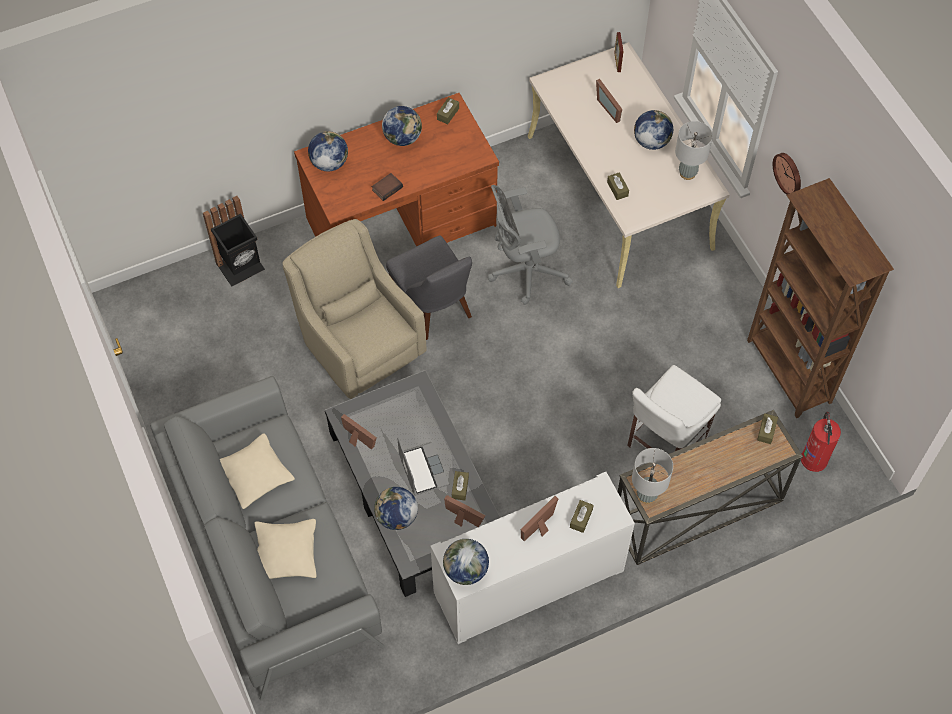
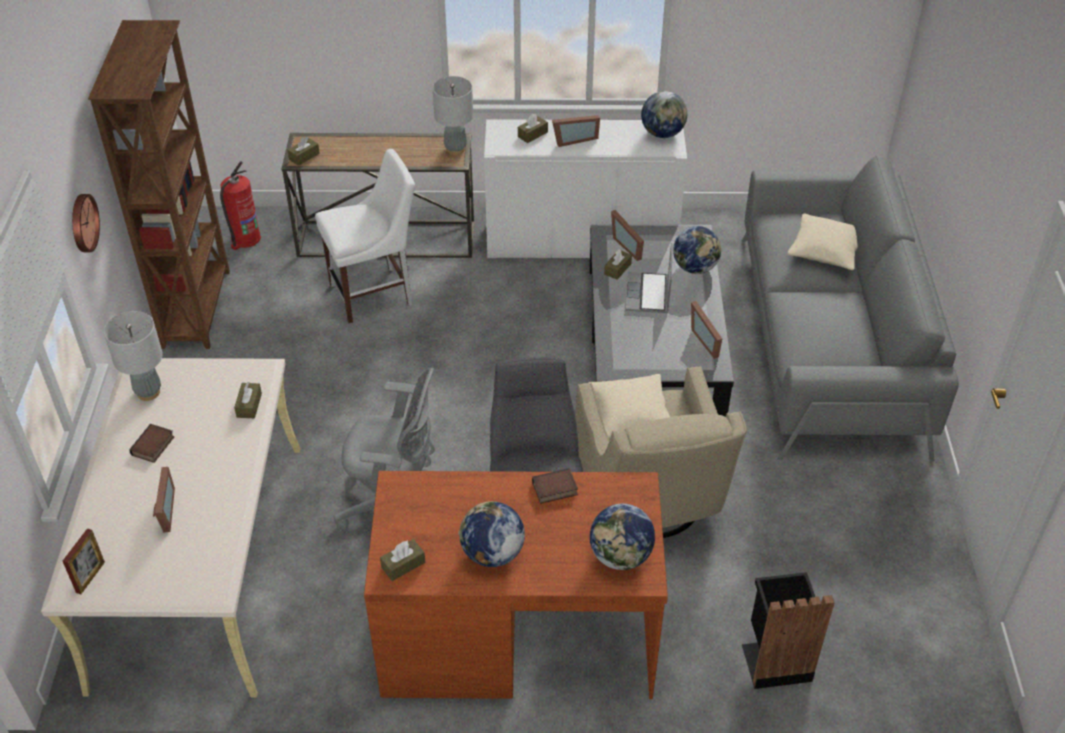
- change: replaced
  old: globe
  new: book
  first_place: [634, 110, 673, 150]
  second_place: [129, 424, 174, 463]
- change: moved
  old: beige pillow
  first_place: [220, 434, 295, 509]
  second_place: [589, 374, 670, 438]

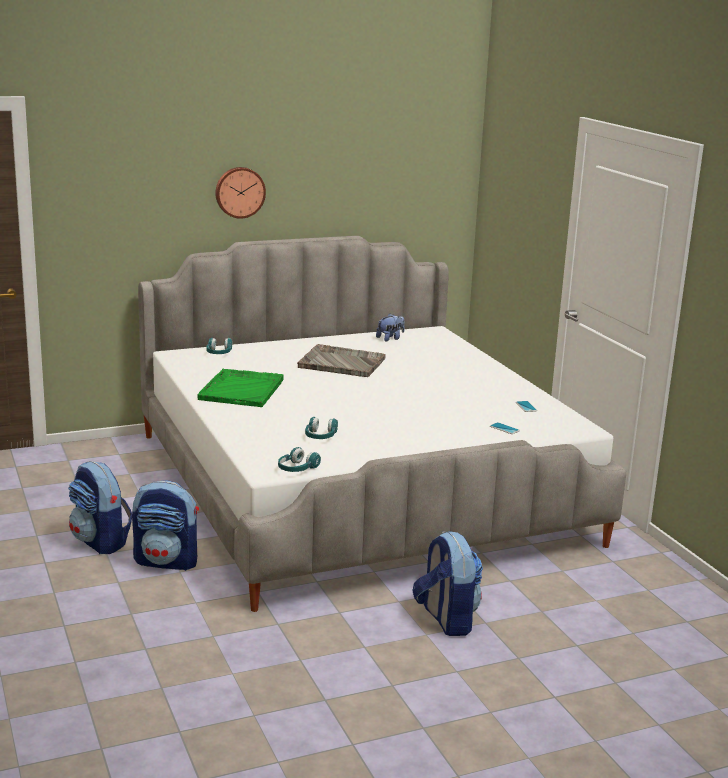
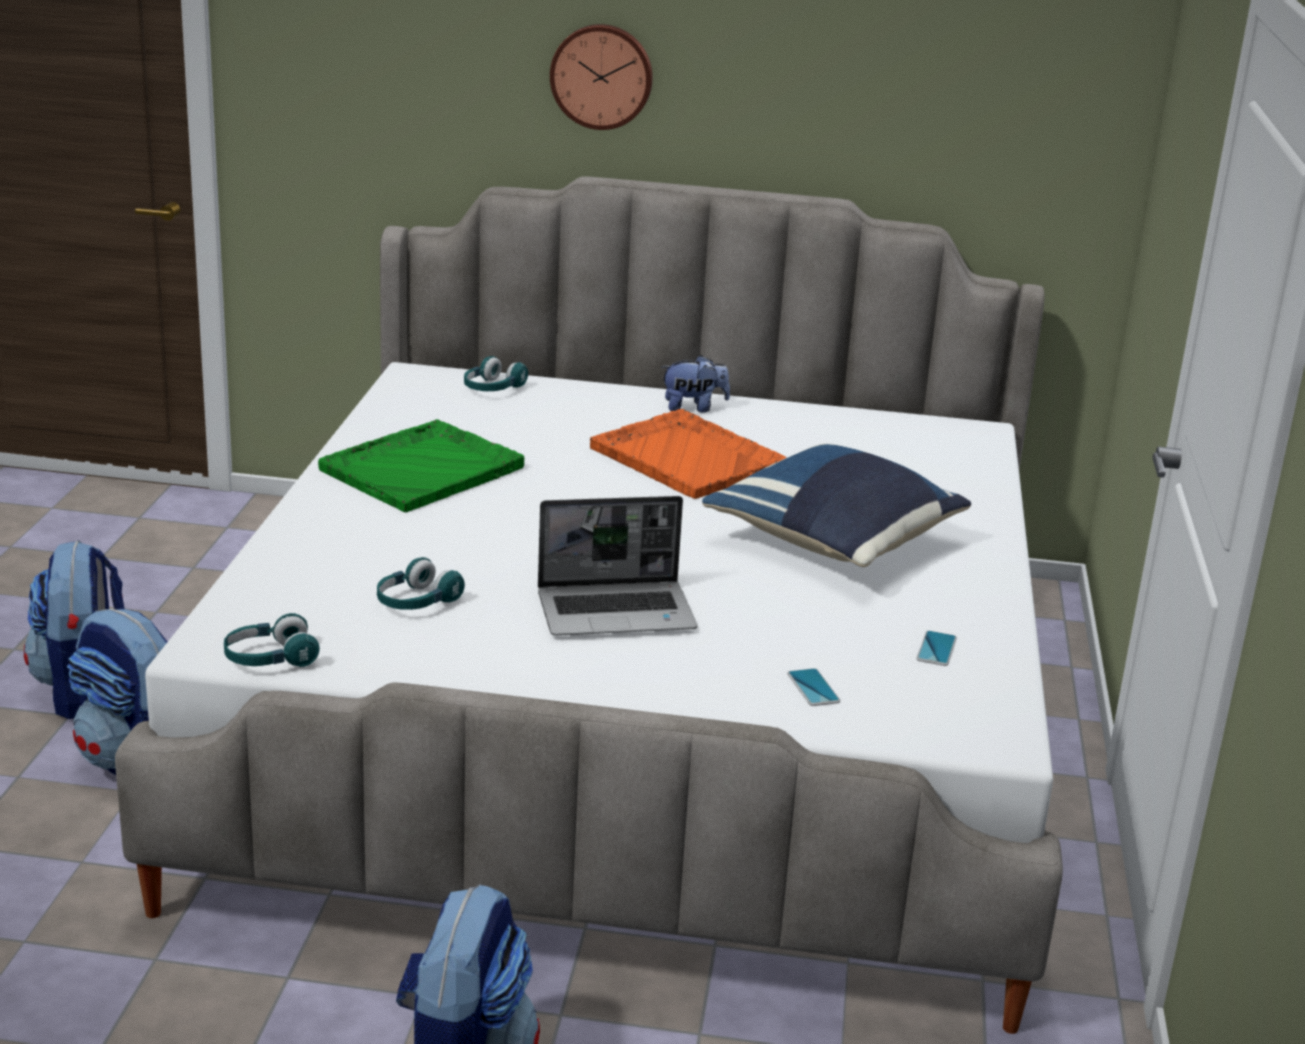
- change: moved
  old: plush toy
  first_place: [376, 314, 405, 341]
  second_place: [661, 355, 730, 412]
- change: recoloured
  old: grey tray
  new: orange tray
  first_place: [297, 344, 386, 377]
  second_place: [590, 409, 787, 499]
- change: added
  new: blue pillow
  second_place: [702, 444, 971, 567]
- change: added
  new: laptop
  second_place: [538, 496, 697, 636]

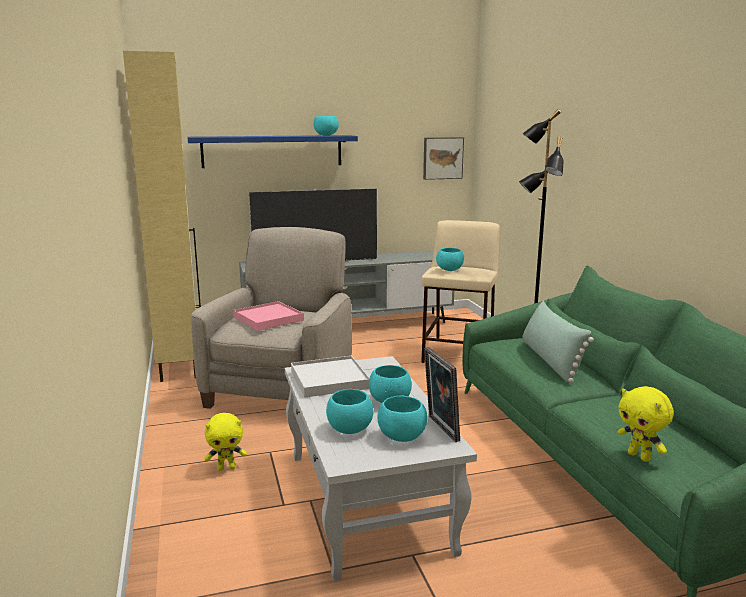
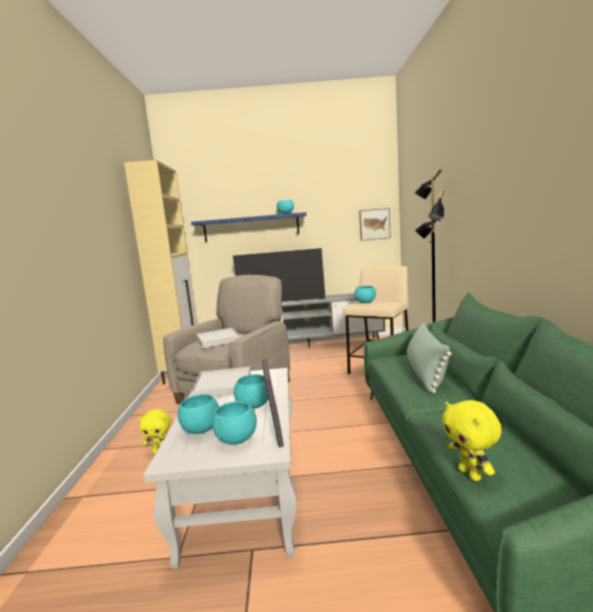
- change: recoloured
  old: pink tray
  new: white tray
  first_place: [233, 301, 304, 331]
  second_place: [196, 328, 241, 348]

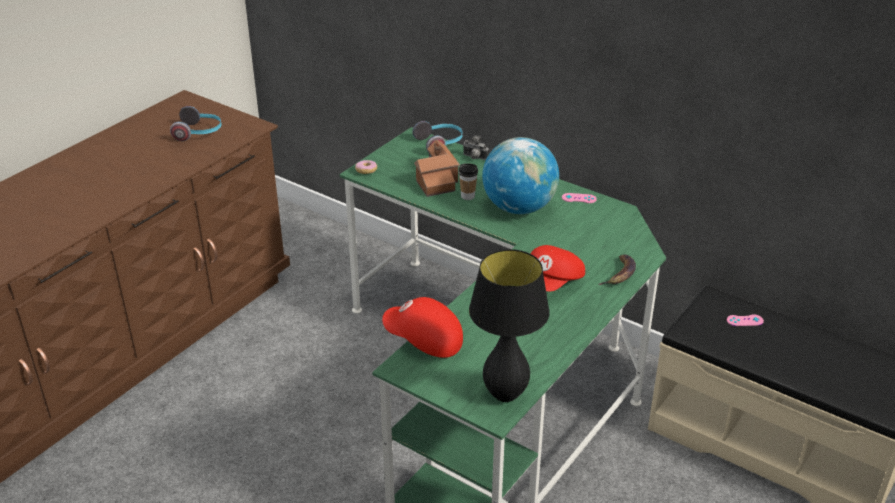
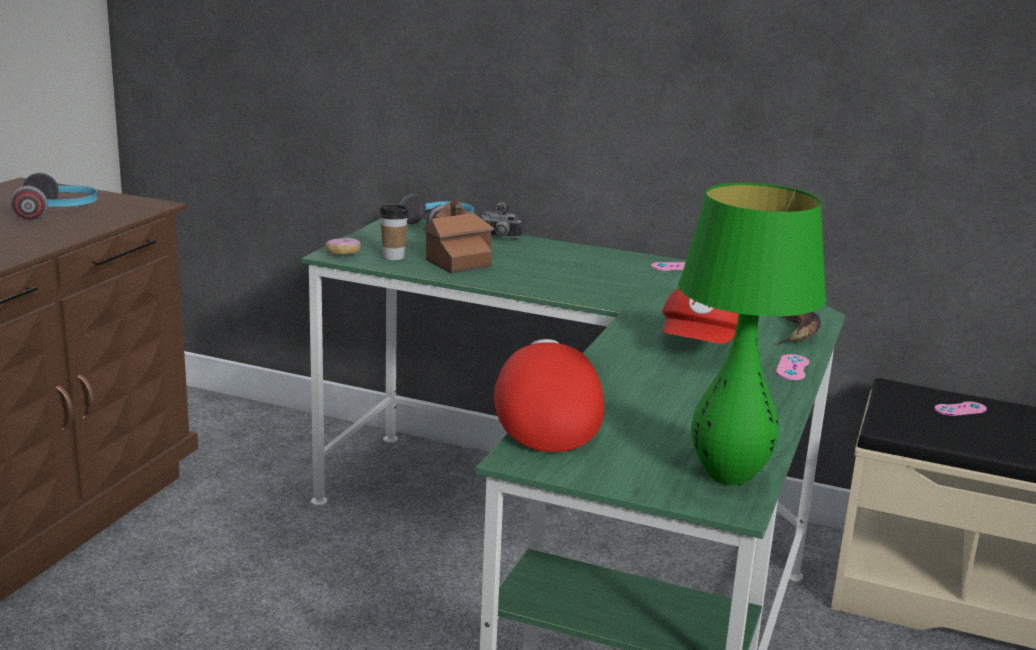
- change: removed
  old: globe
  first_place: [482, 137, 559, 214]
- change: moved
  old: cup
  first_place: [459, 163, 478, 200]
  second_place: [379, 205, 409, 260]
- change: recoloured
  old: black table lamp
  new: green table lamp
  first_place: [469, 249, 550, 402]
  second_place: [678, 183, 826, 485]
- change: turned
  old: red cap
  first_place: [382, 297, 463, 358]
  second_place: [494, 339, 604, 452]
  degrees: 75
- change: added
  new: pink game controller
  second_place: [776, 354, 809, 380]

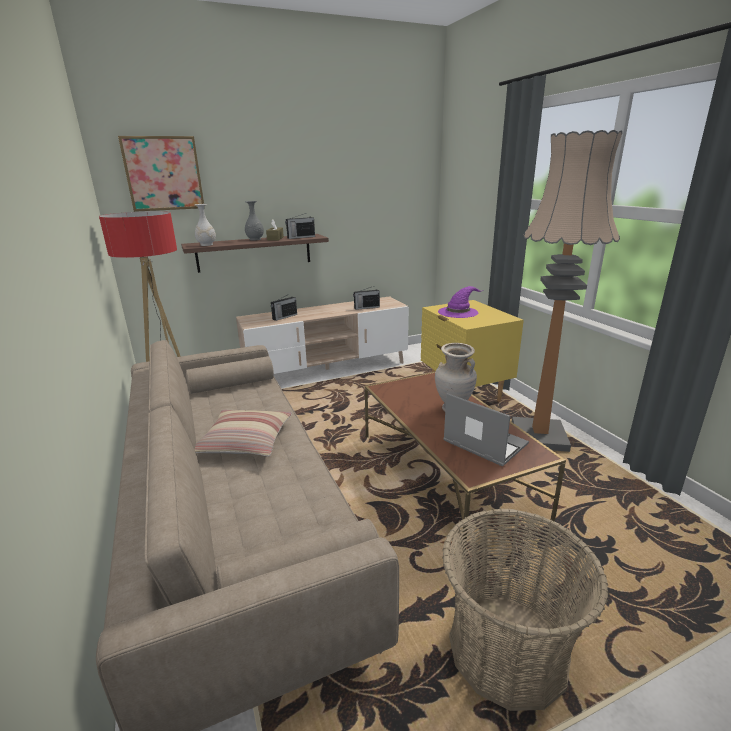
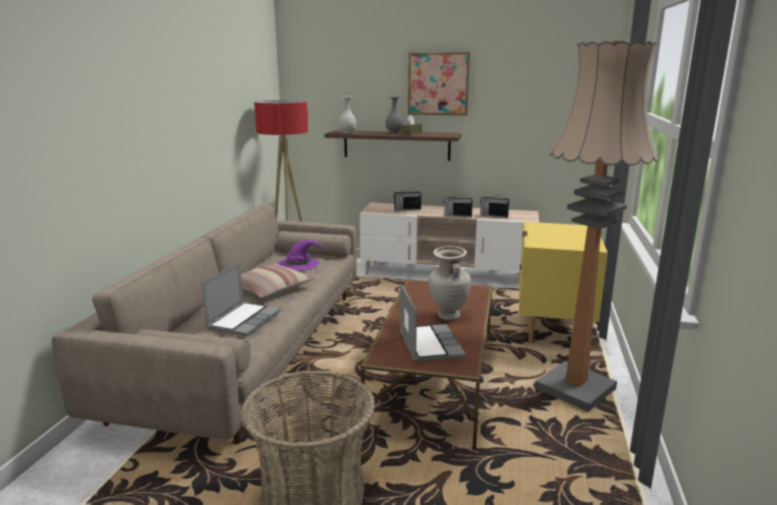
- change: moved
  old: picture
  first_place: [118, 136, 205, 212]
  second_place: [408, 52, 470, 116]
- change: moved
  old: radio
  first_place: [285, 213, 315, 239]
  second_place: [444, 194, 473, 218]
- change: moved
  old: purple hat
  first_place: [438, 286, 483, 318]
  second_place: [277, 239, 325, 271]
- change: added
  new: laptop
  second_place: [201, 262, 280, 336]

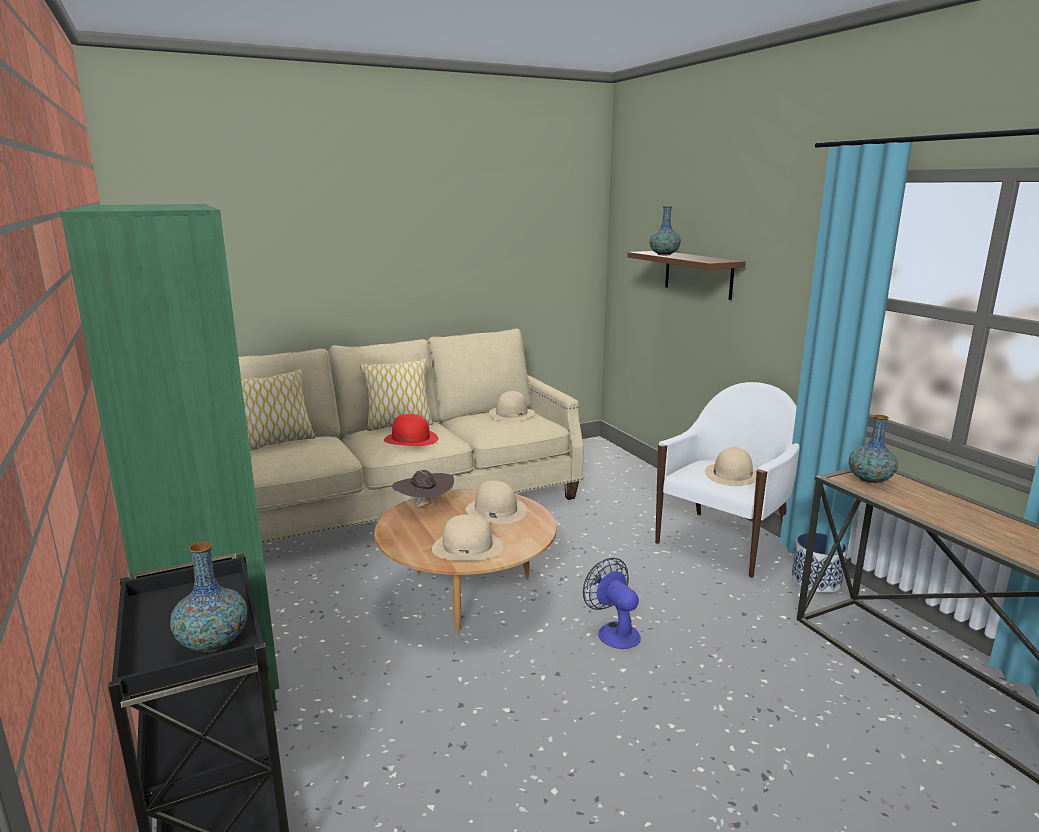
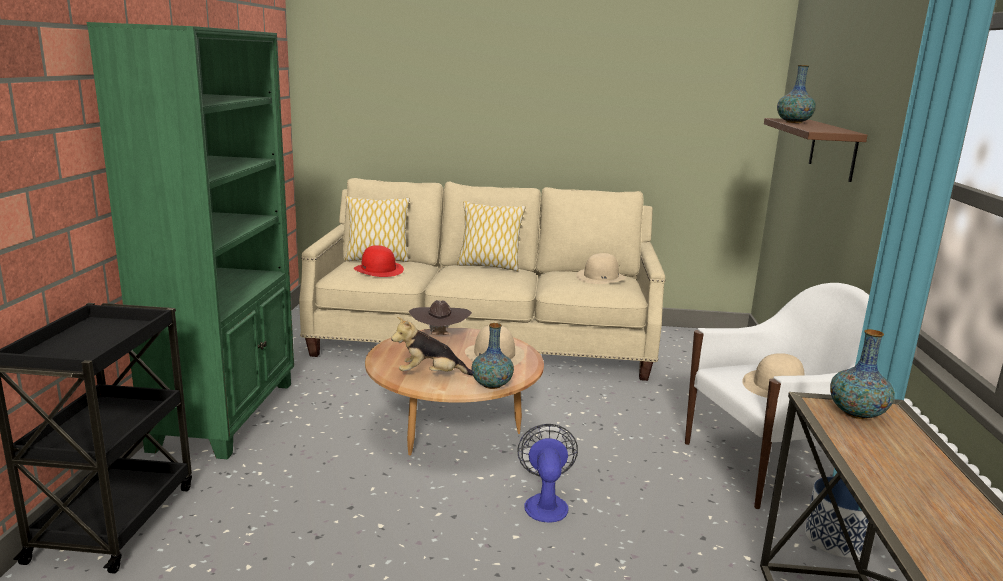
- change: moved
  old: red hat
  first_place: [384, 414, 438, 446]
  second_place: [353, 245, 404, 277]
- change: replaced
  old: beige hat
  new: plush toy
  first_place: [432, 514, 503, 561]
  second_place: [391, 317, 473, 376]
- change: moved
  old: vase
  first_place: [170, 542, 247, 652]
  second_place: [471, 323, 514, 389]

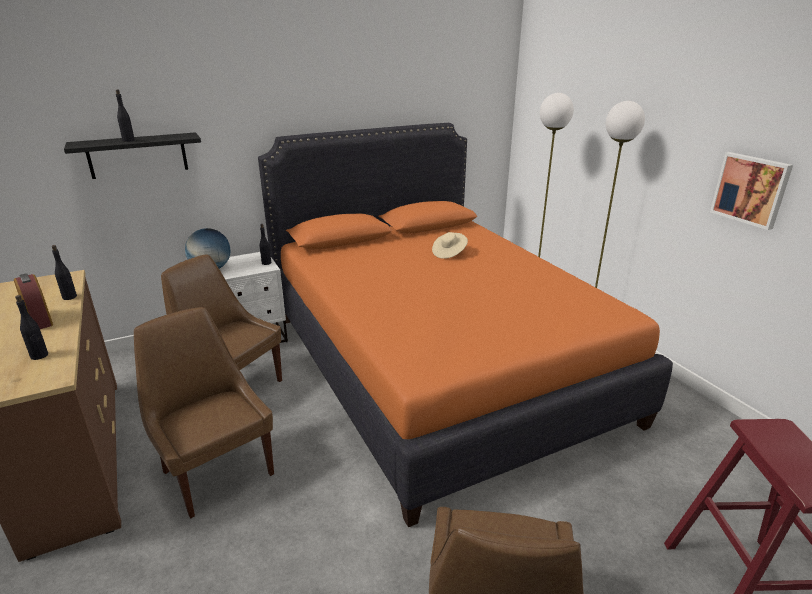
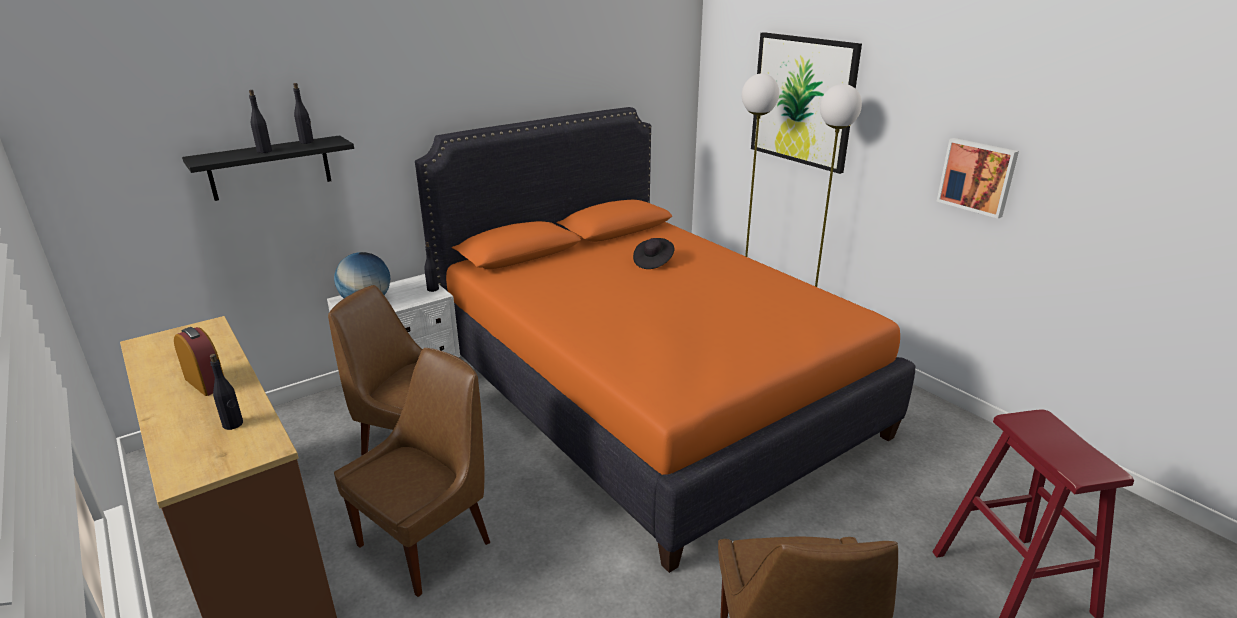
- change: recoloured
  old: beige hat
  new: black hat
  first_place: [432, 232, 468, 259]
  second_place: [633, 238, 674, 269]
- change: moved
  old: black bottle
  first_place: [52, 245, 77, 300]
  second_place: [293, 83, 314, 144]
- change: turned
  old: brown chair
  first_place: [134, 307, 274, 519]
  second_place: [334, 348, 490, 597]
  degrees: 90
- change: added
  new: picture
  second_place: [751, 32, 862, 174]

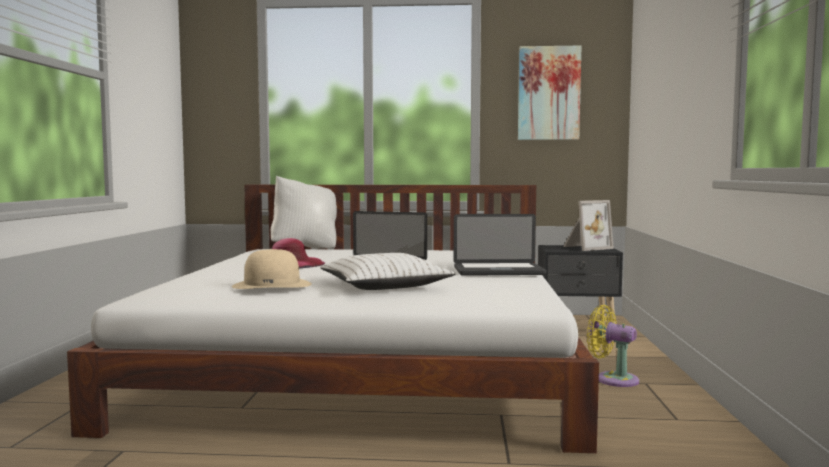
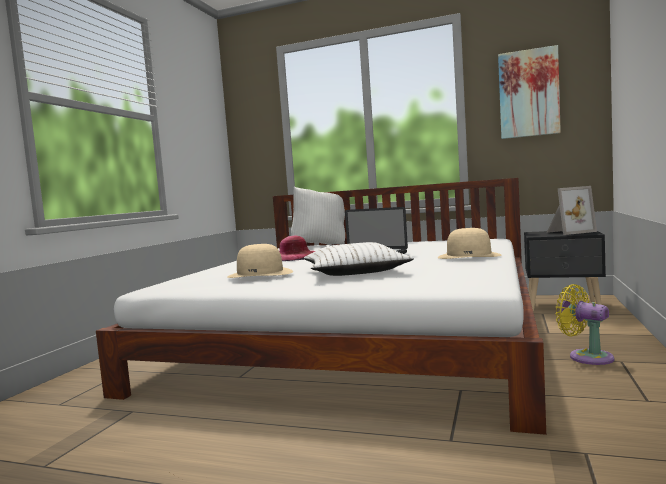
- change: replaced
  old: laptop
  new: beige hat
  first_place: [454, 214, 546, 276]
  second_place: [438, 228, 501, 259]

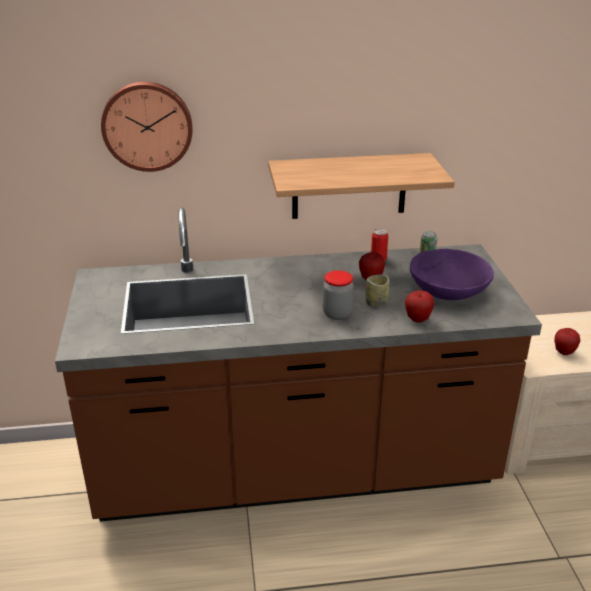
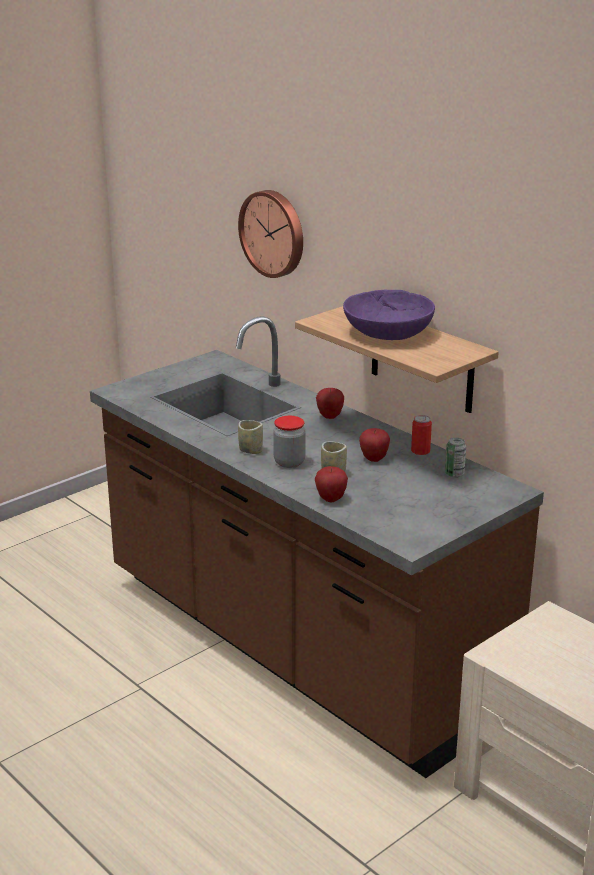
- change: moved
  old: purple bowl
  first_place: [410, 249, 494, 300]
  second_place: [343, 290, 435, 340]
- change: moved
  old: apple
  first_place: [554, 328, 581, 355]
  second_place: [316, 388, 344, 419]
- change: added
  new: cup
  second_place: [238, 420, 263, 454]

